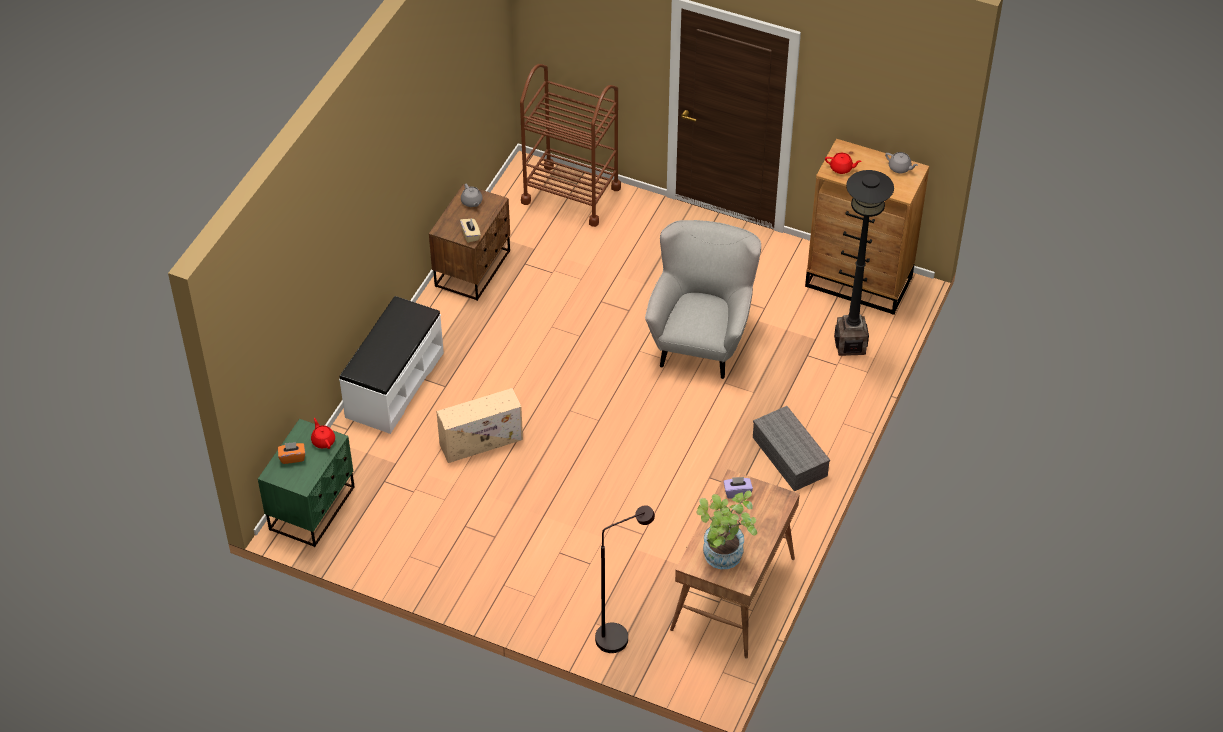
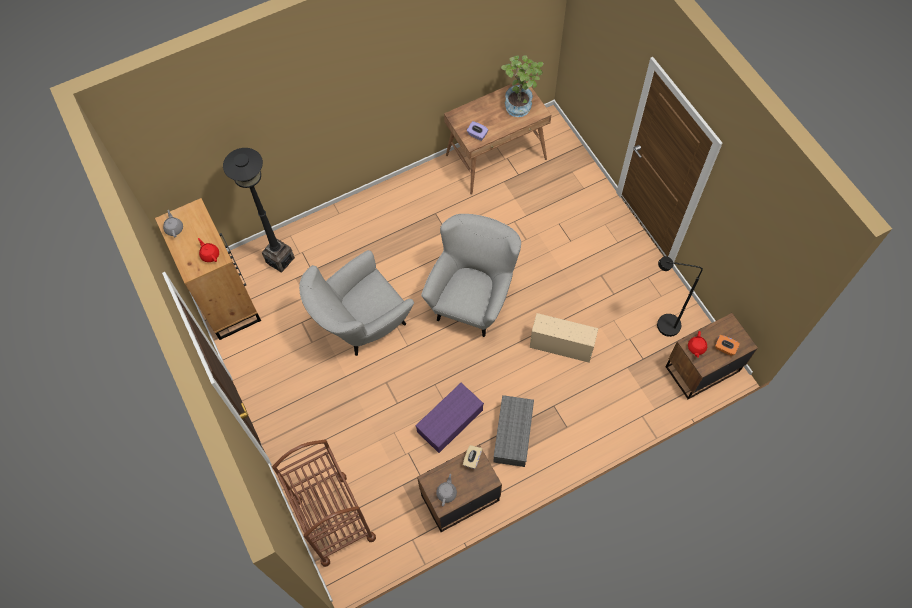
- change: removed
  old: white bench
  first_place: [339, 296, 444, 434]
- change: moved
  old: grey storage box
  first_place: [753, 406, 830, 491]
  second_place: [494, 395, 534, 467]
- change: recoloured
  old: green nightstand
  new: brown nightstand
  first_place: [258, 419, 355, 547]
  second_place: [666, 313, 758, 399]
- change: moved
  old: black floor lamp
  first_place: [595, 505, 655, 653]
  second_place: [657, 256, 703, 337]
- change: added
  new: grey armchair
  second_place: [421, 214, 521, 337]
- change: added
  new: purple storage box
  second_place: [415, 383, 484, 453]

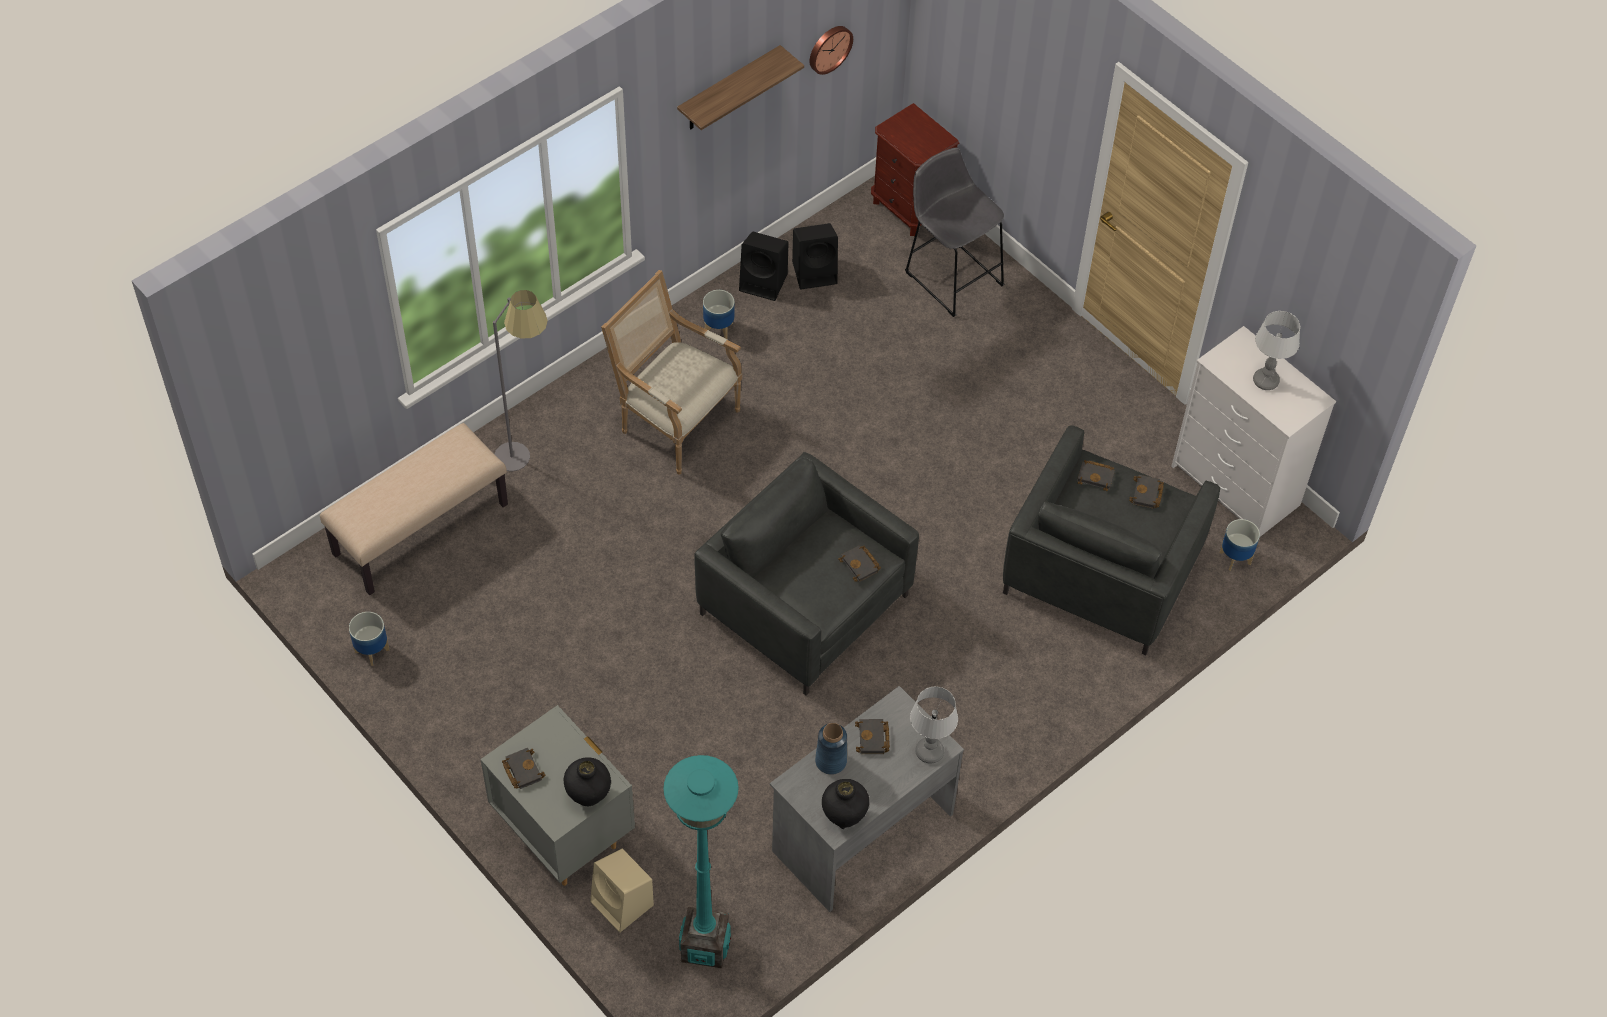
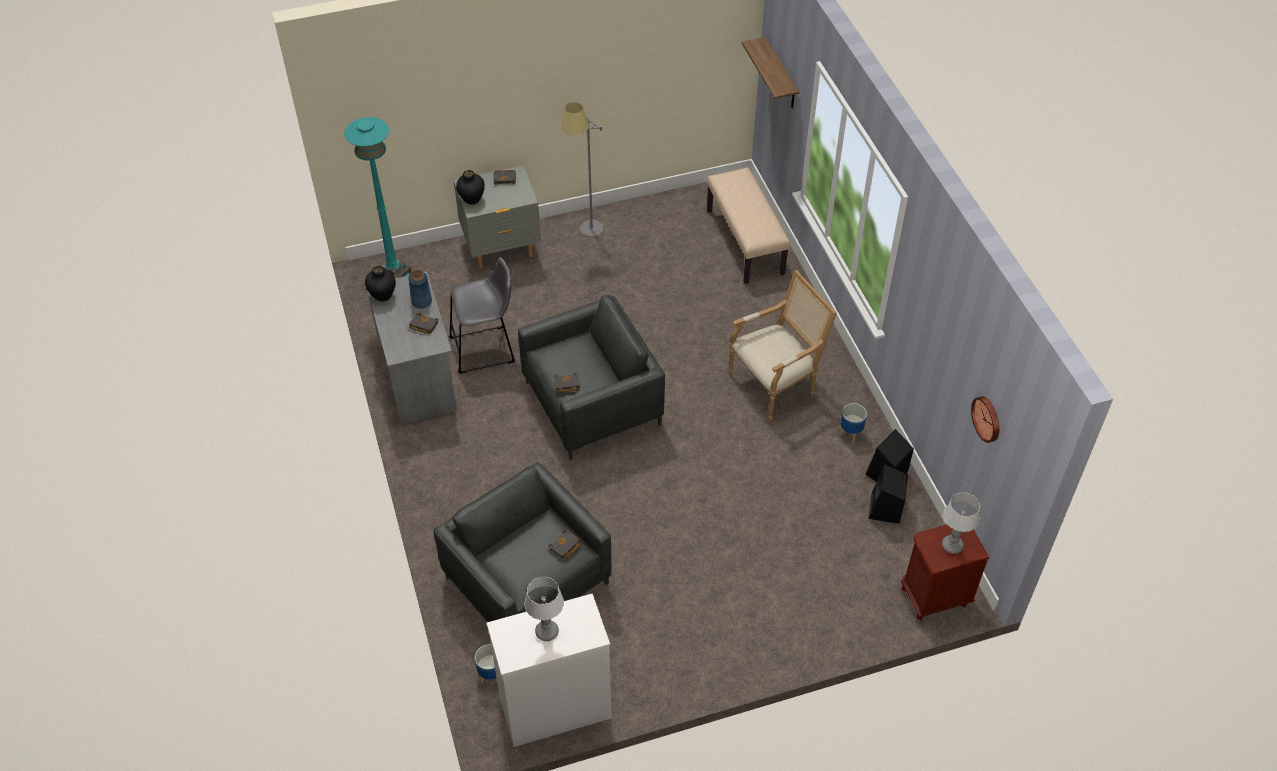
- change: moved
  old: shelf
  first_place: [677, 45, 804, 130]
  second_place: [742, 37, 799, 108]
- change: moved
  old: grey stool
  first_place: [905, 148, 1005, 317]
  second_place: [449, 257, 515, 374]
- change: moved
  old: grey floor lamp
  first_place: [493, 290, 548, 471]
  second_place: [560, 102, 604, 237]
- change: removed
  old: black book
  first_place: [1129, 475, 1164, 509]
- change: removed
  old: planter
  first_place: [349, 612, 390, 666]
- change: moved
  old: table lamp
  first_place: [910, 686, 958, 764]
  second_place: [942, 492, 980, 554]
- change: removed
  old: beige speaker
  first_place: [590, 849, 654, 933]

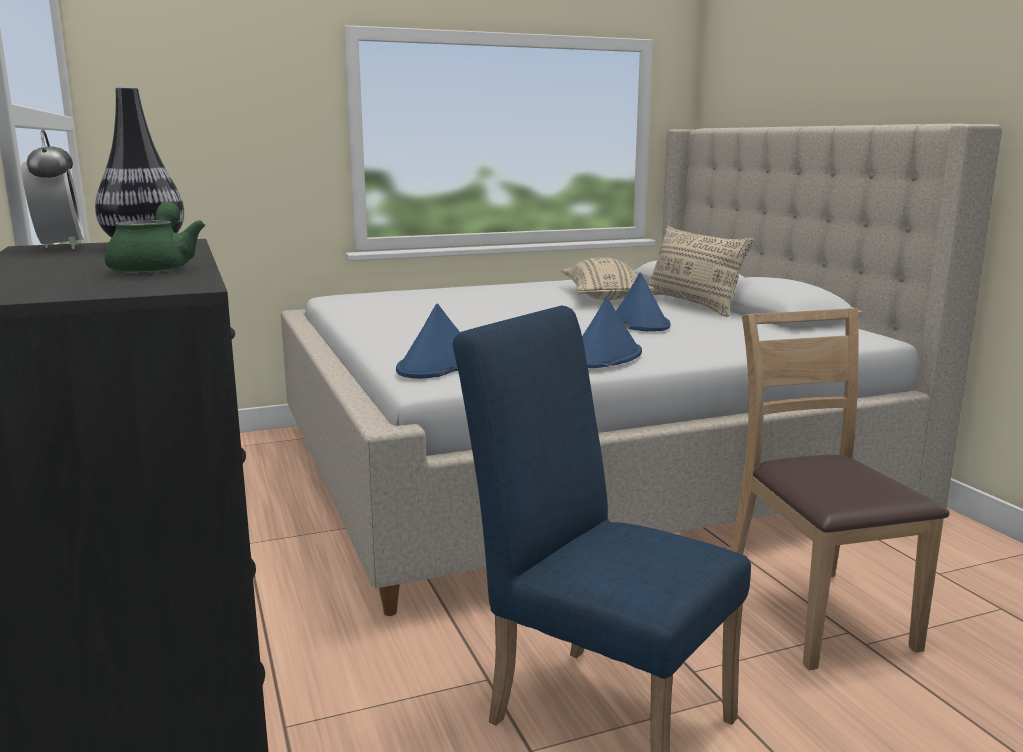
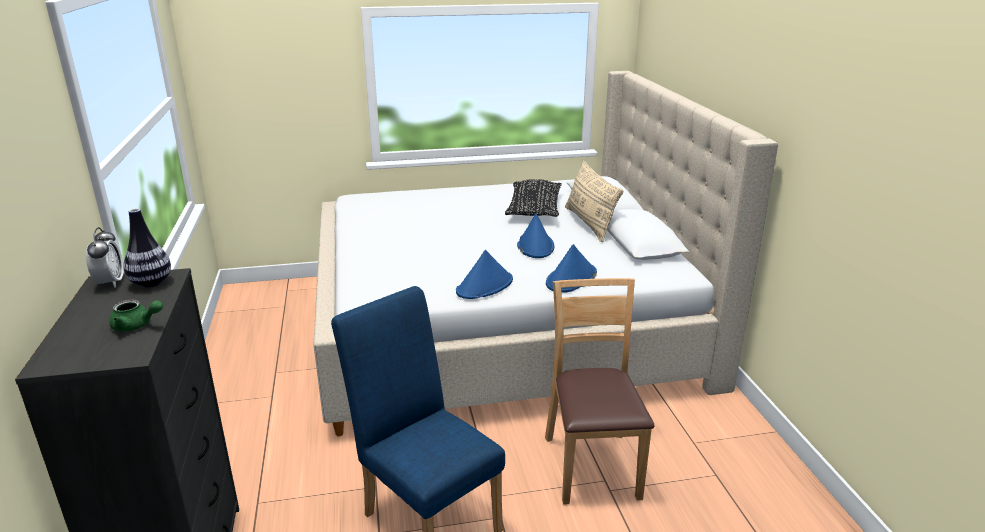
- change: turned
  old: green teapot
  first_place: [105, 202, 205, 274]
  second_place: [109, 300, 163, 331]
  degrees: 90
- change: recoloured
  old: beige pillow
  new: black pillow
  first_place: [561, 257, 654, 300]
  second_place: [505, 179, 562, 217]
- change: moved
  old: blue hat
  first_place: [396, 304, 460, 379]
  second_place: [546, 244, 597, 293]

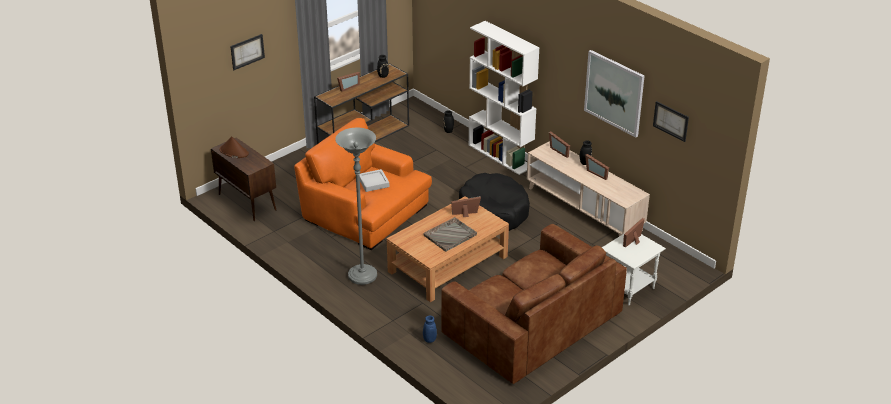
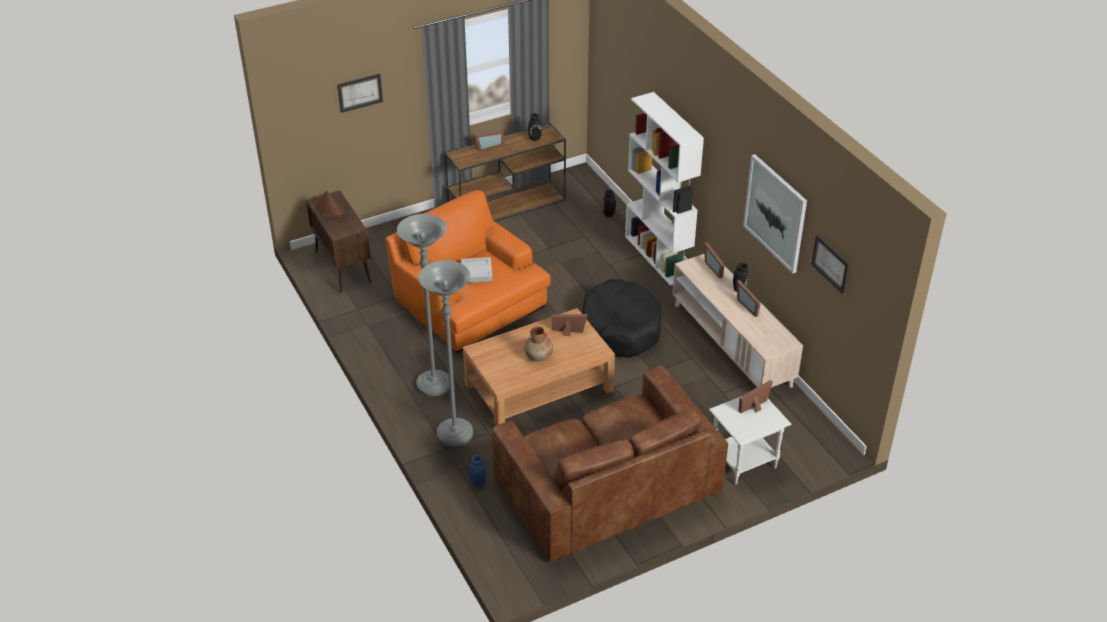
- change: replaced
  old: grey tray
  new: brown vase
  first_place: [424, 217, 477, 252]
  second_place: [524, 326, 553, 362]
- change: added
  new: grey floor lamp
  second_place: [418, 260, 473, 447]

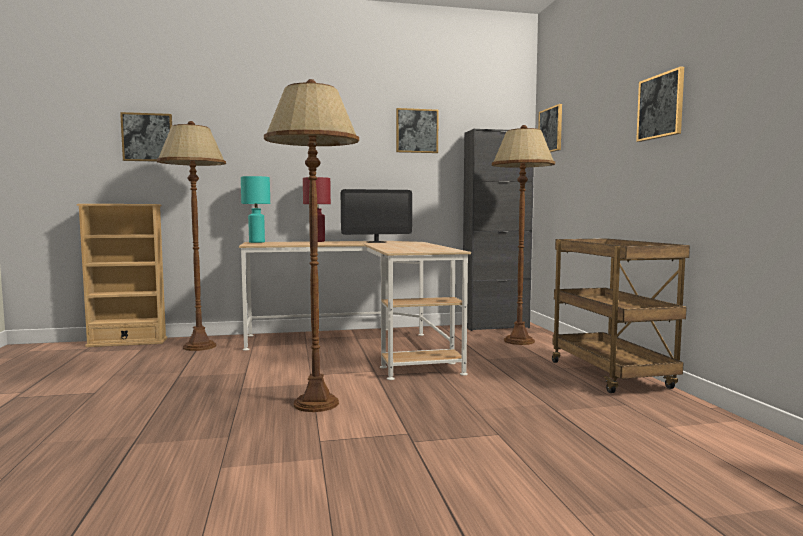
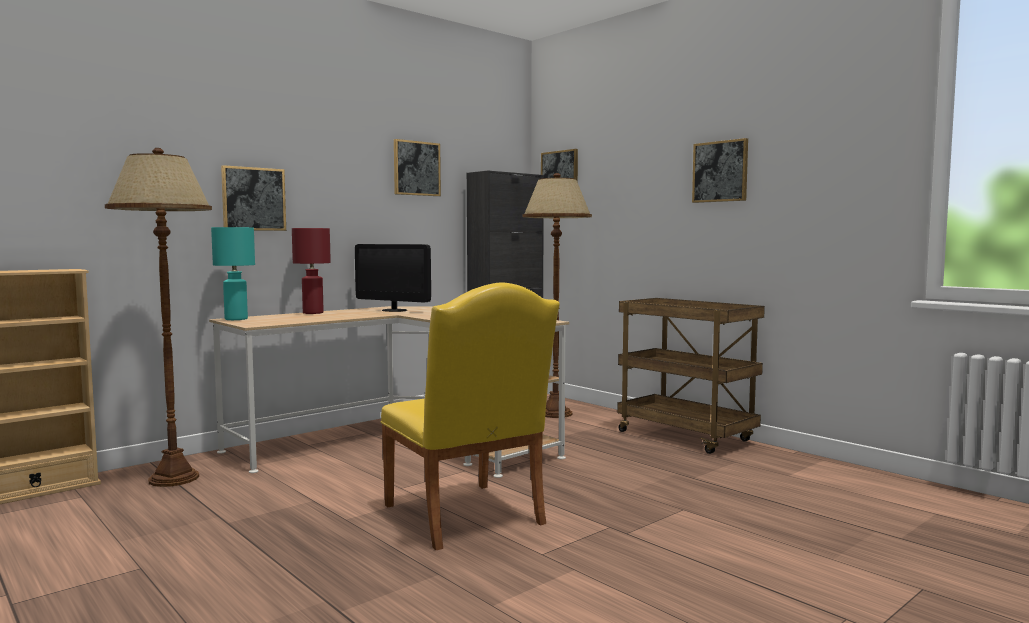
- change: replaced
  old: brown floor lamp
  new: yellow chair
  first_place: [264, 79, 359, 412]
  second_place: [380, 283, 560, 550]
- change: moved
  old: picture
  first_place: [120, 112, 172, 162]
  second_place: [221, 165, 286, 231]
- change: turned
  old: monitor
  first_place: [341, 189, 412, 243]
  second_place: [355, 244, 431, 312]
  degrees: 75

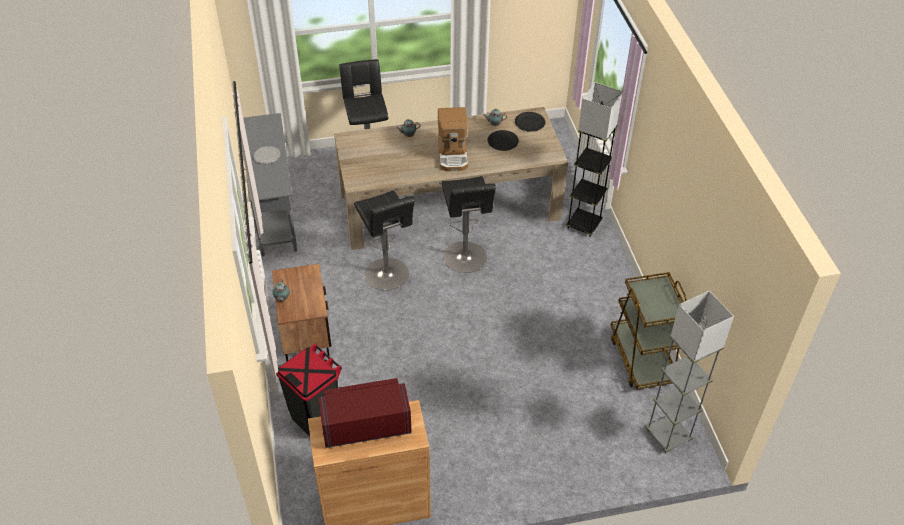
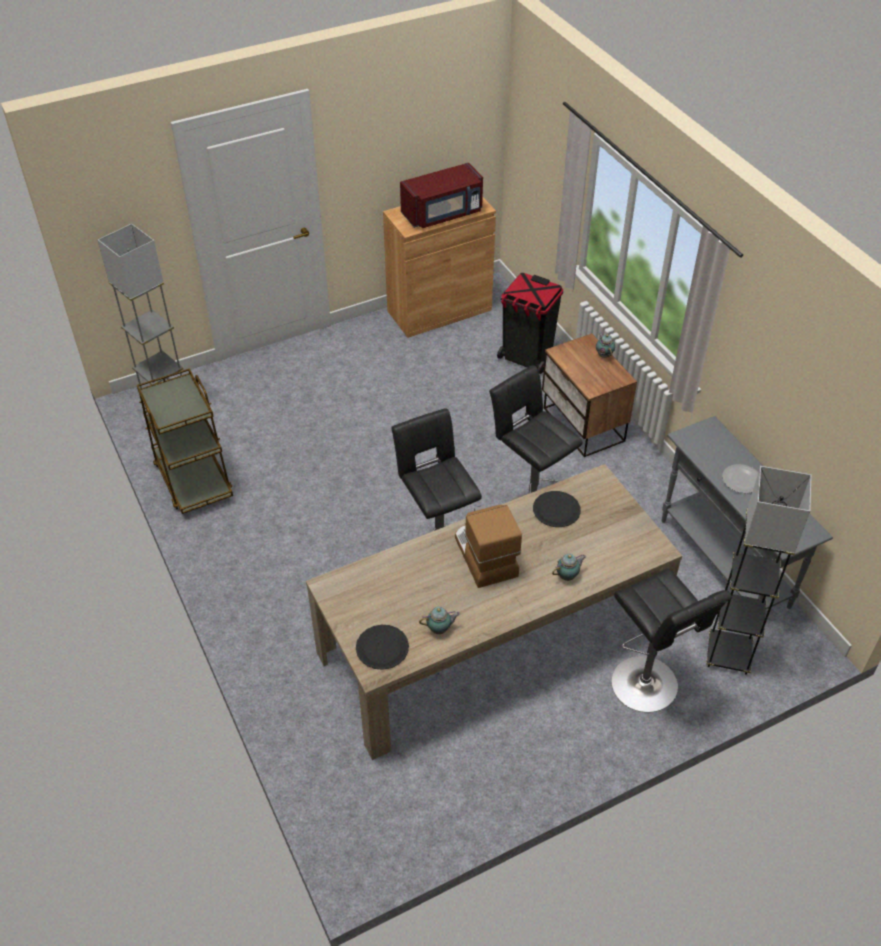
- change: moved
  old: grey floor lamp
  first_place: [566, 82, 622, 237]
  second_place: [706, 466, 811, 675]
- change: moved
  old: black plate
  first_place: [488, 130, 519, 151]
  second_place: [533, 491, 581, 527]

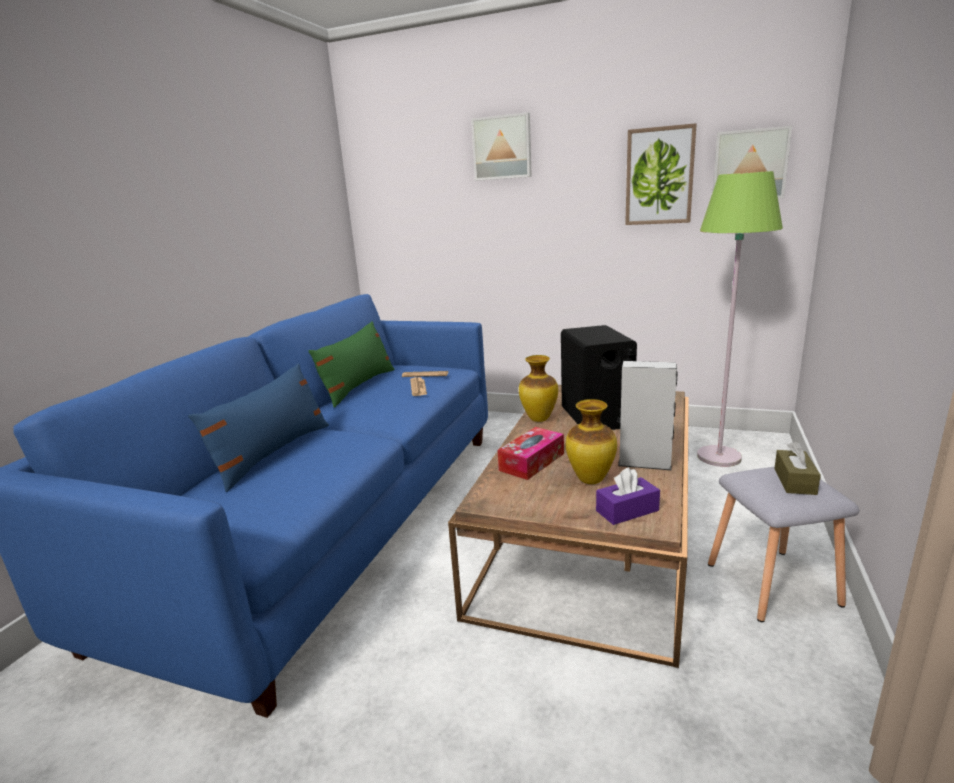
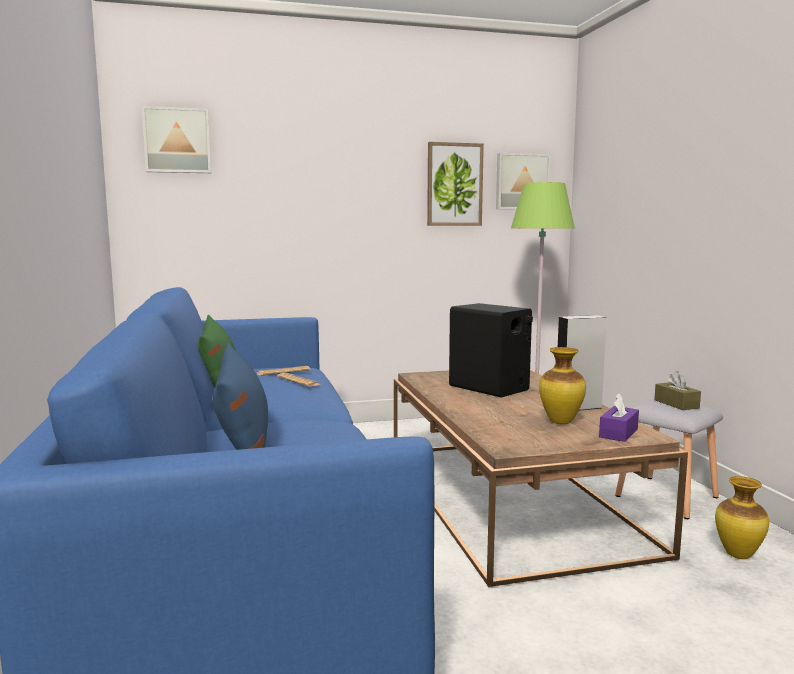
- change: moved
  old: picture
  first_place: [471, 112, 532, 181]
  second_place: [142, 106, 211, 173]
- change: moved
  old: vase
  first_place: [519, 355, 558, 422]
  second_place: [715, 476, 769, 559]
- change: removed
  old: tissue box
  first_place: [498, 427, 564, 480]

